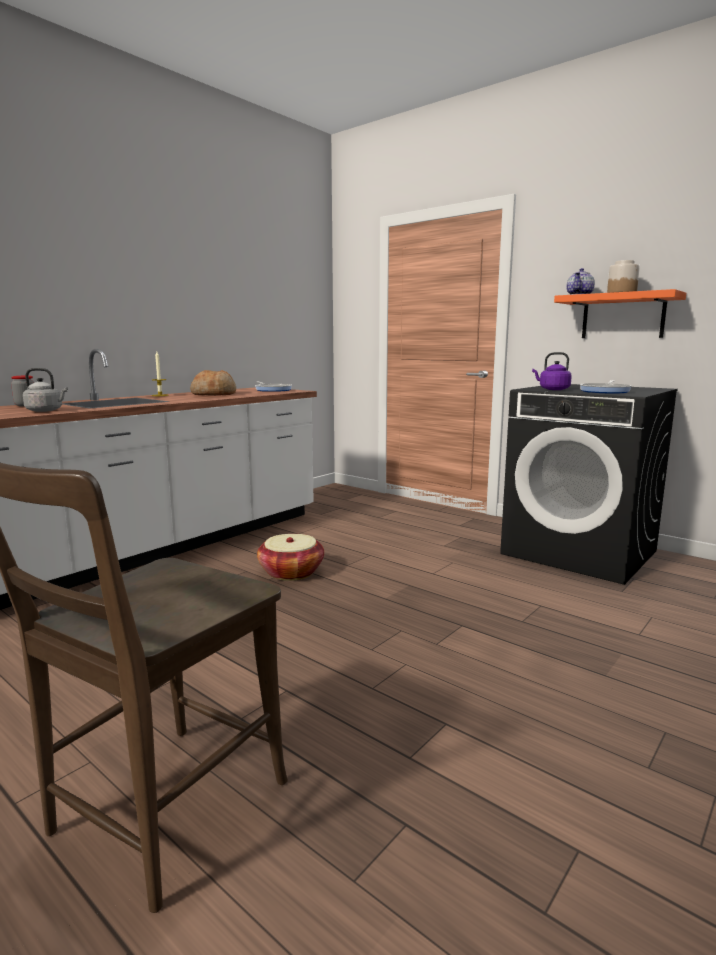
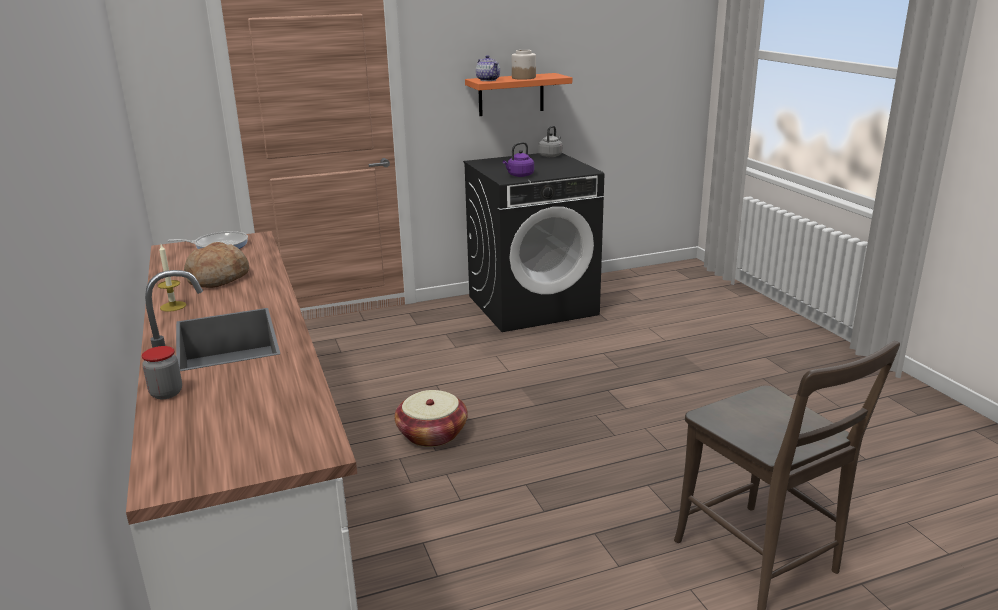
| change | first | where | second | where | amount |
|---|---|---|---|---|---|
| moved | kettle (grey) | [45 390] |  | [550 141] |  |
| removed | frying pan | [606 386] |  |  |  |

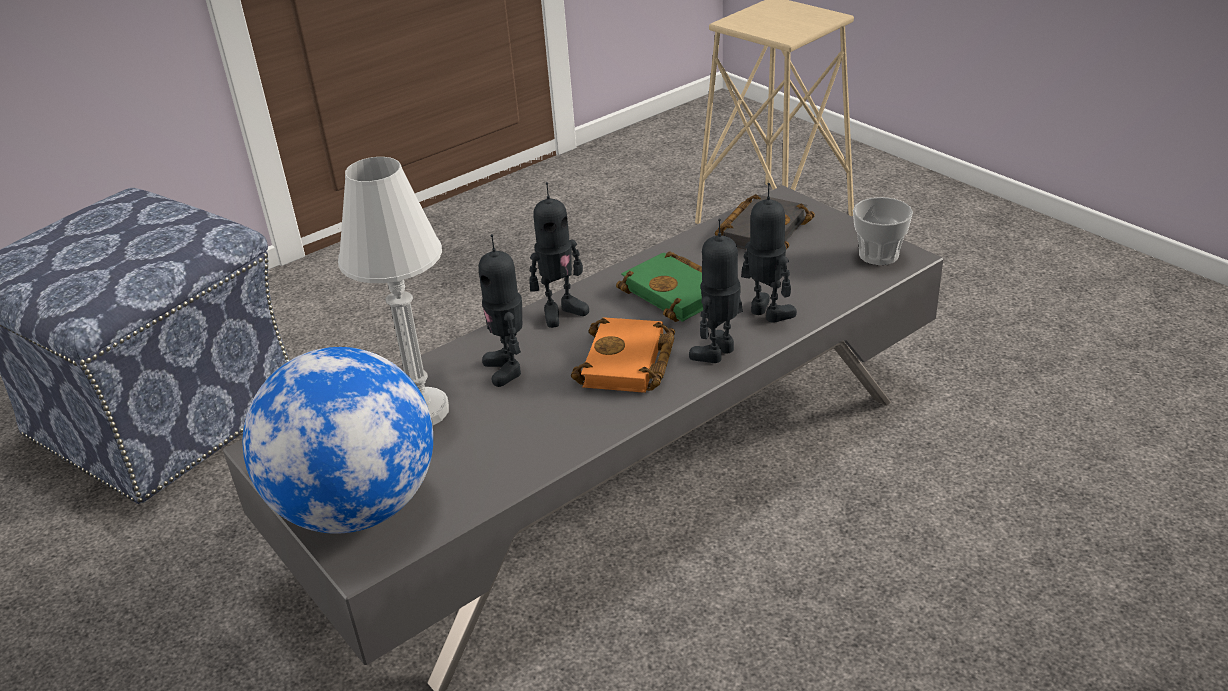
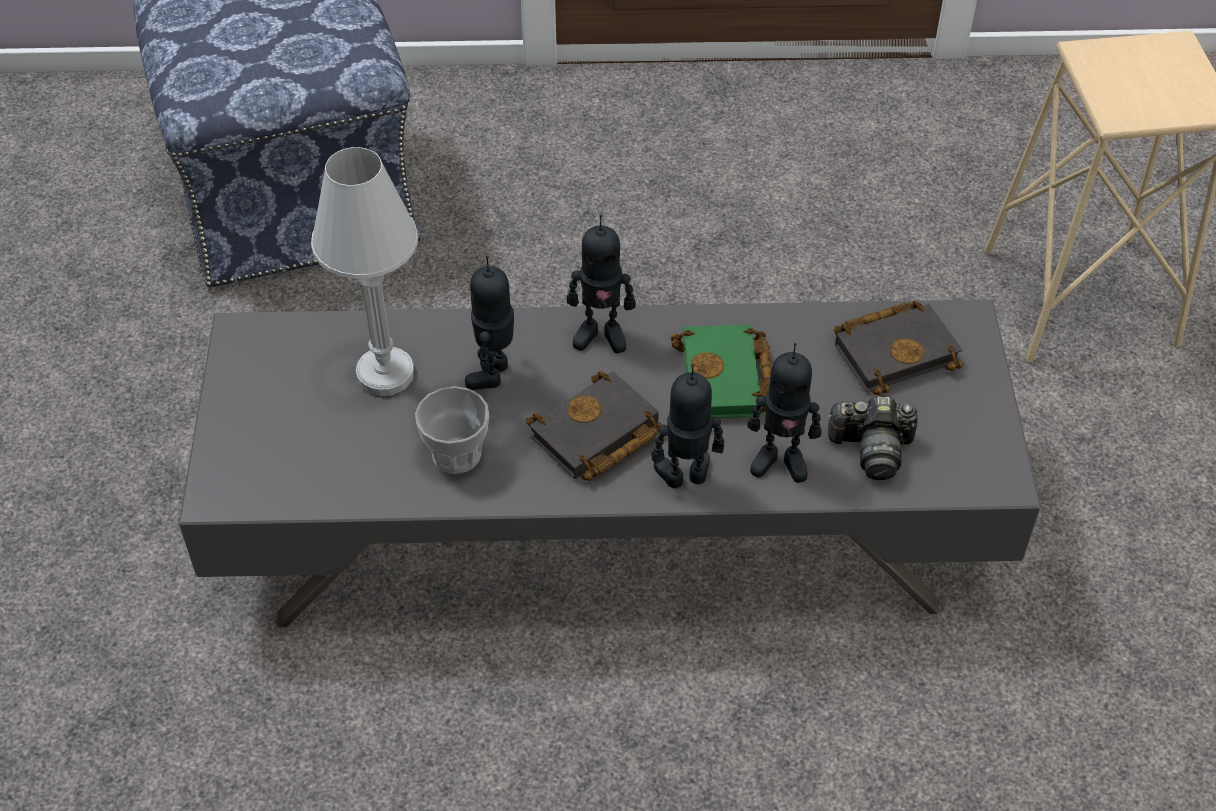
| change | first | where | second | where | amount |
|---|---|---|---|---|---|
| moved | cup | [883 231] |  | [452 430] |  |
| recoloured | book (orange) | [623 355] | book (black) | [594 426] |  |
| turned | toy robot | [769 253] |  | [784 413] | 105 degrees clockwise |
| added |  |  | photo camera | [872 438] |  |
| removed | globe | [338 440] |  |  |  |

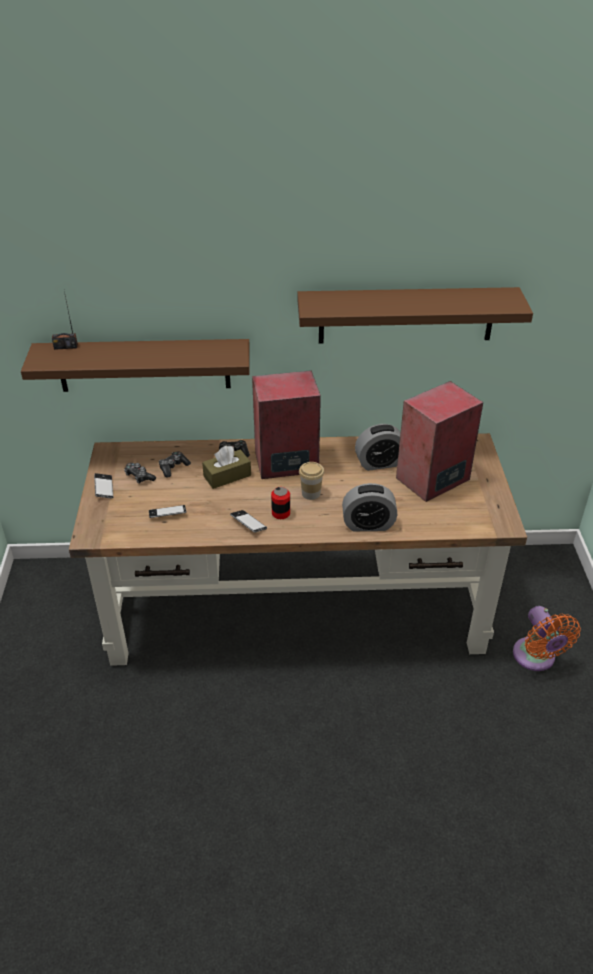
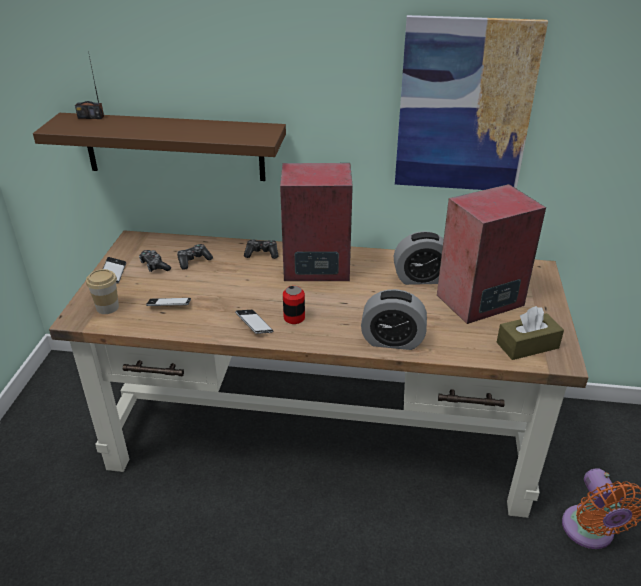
| change | first | where | second | where | amount |
|---|---|---|---|---|---|
| moved | cup | [311 481] |  | [102 291] |  |
| replaced | shelf (brown) | [415 315] | picture | [471 102] |  |
| moved | tissue box (brown) | [226 467] |  | [530 333] |  |

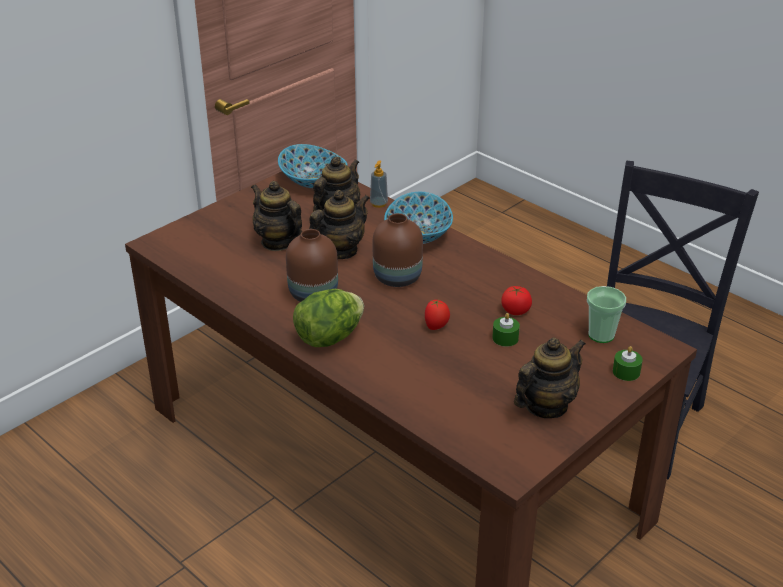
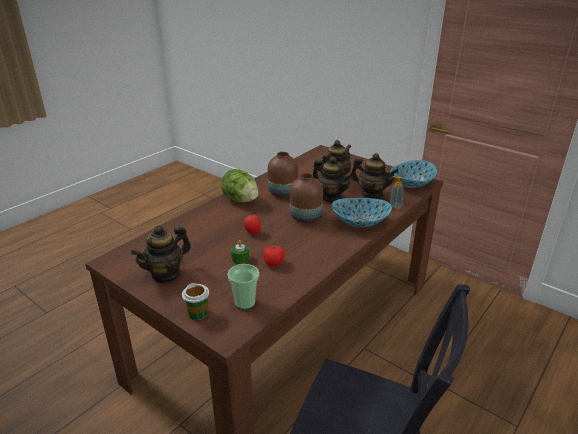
| change | first | where | second | where | amount |
|---|---|---|---|---|---|
| turned | teapot | [550 378] |  | [161 254] | 90 degrees clockwise |
| replaced | candle (green) | [628 363] | cup | [195 301] |  |

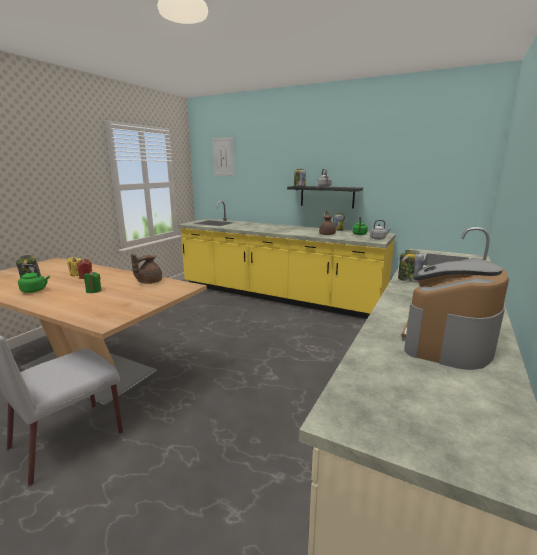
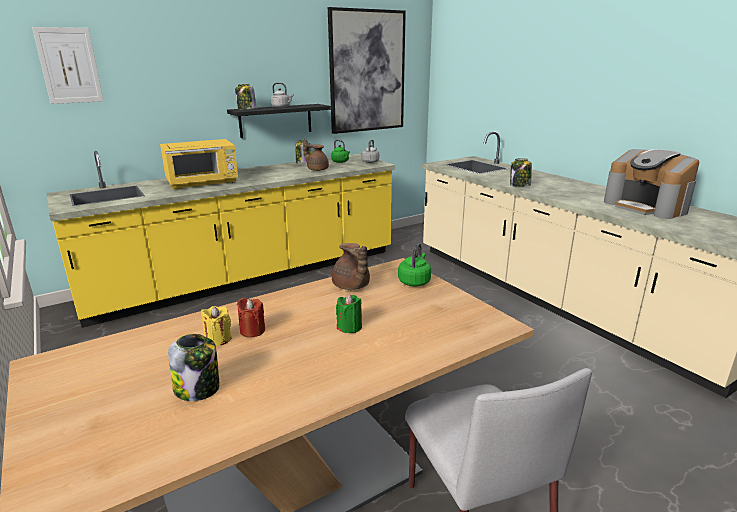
| change | first | where | second | where | amount |
|---|---|---|---|---|---|
| added |  |  | microwave (yellow) | [199 164] |  |
| added |  |  | picture | [367 70] |  |
| moved | kettle (green) | [34 278] |  | [414 264] |  |

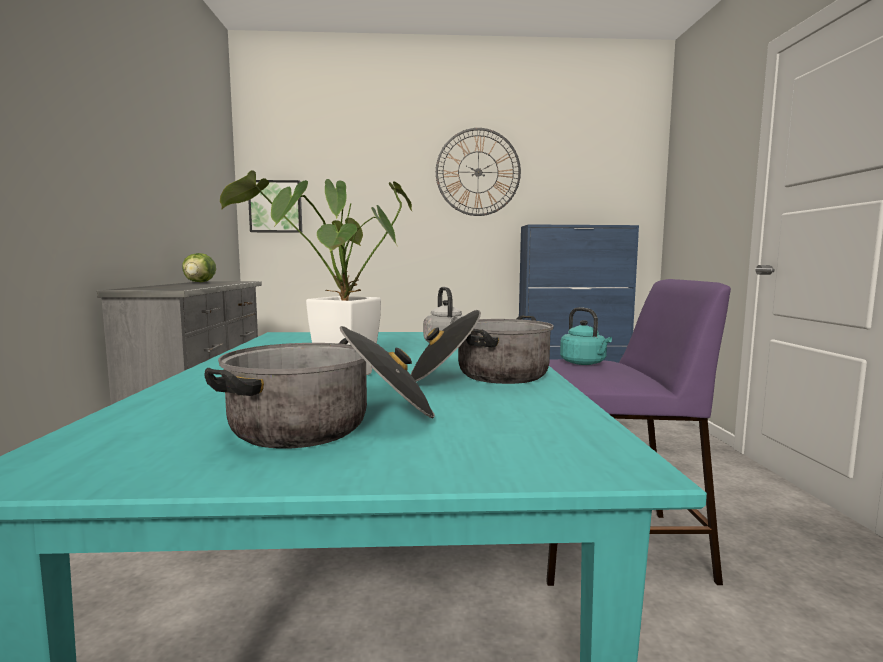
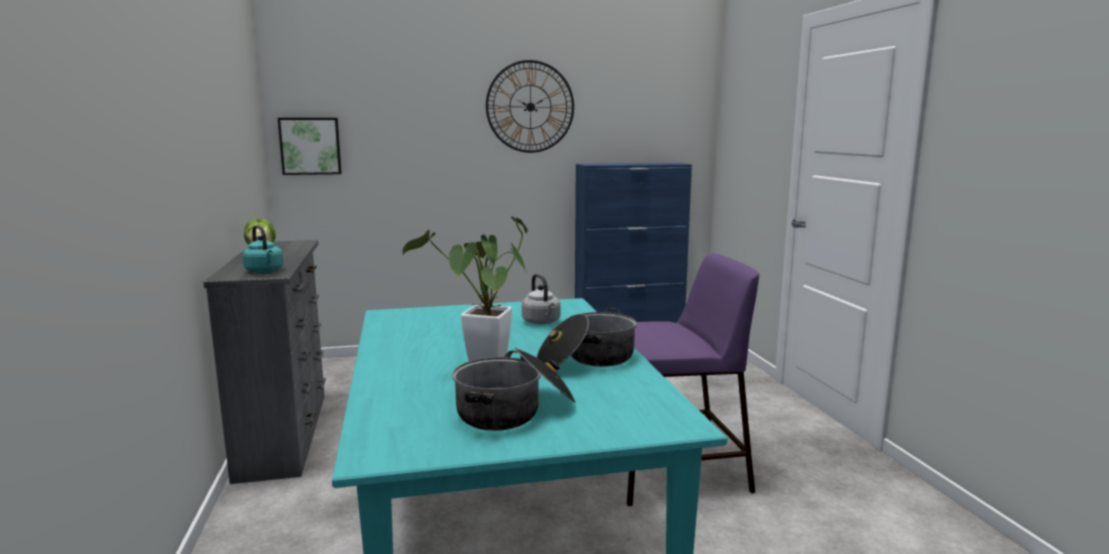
| change | first | where | second | where | amount |
|---|---|---|---|---|---|
| moved | kettle (turquoise) | [586 336] |  | [262 249] |  |

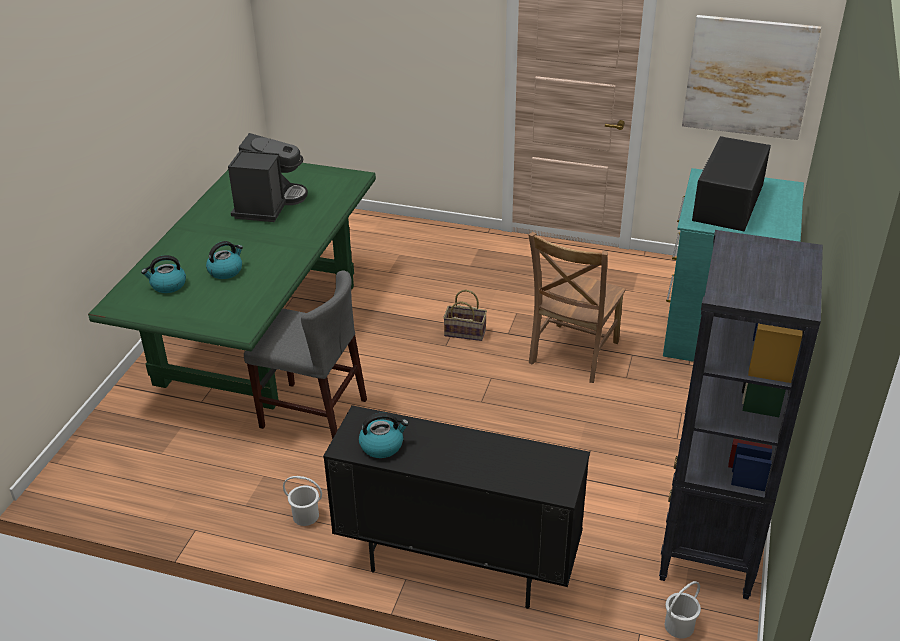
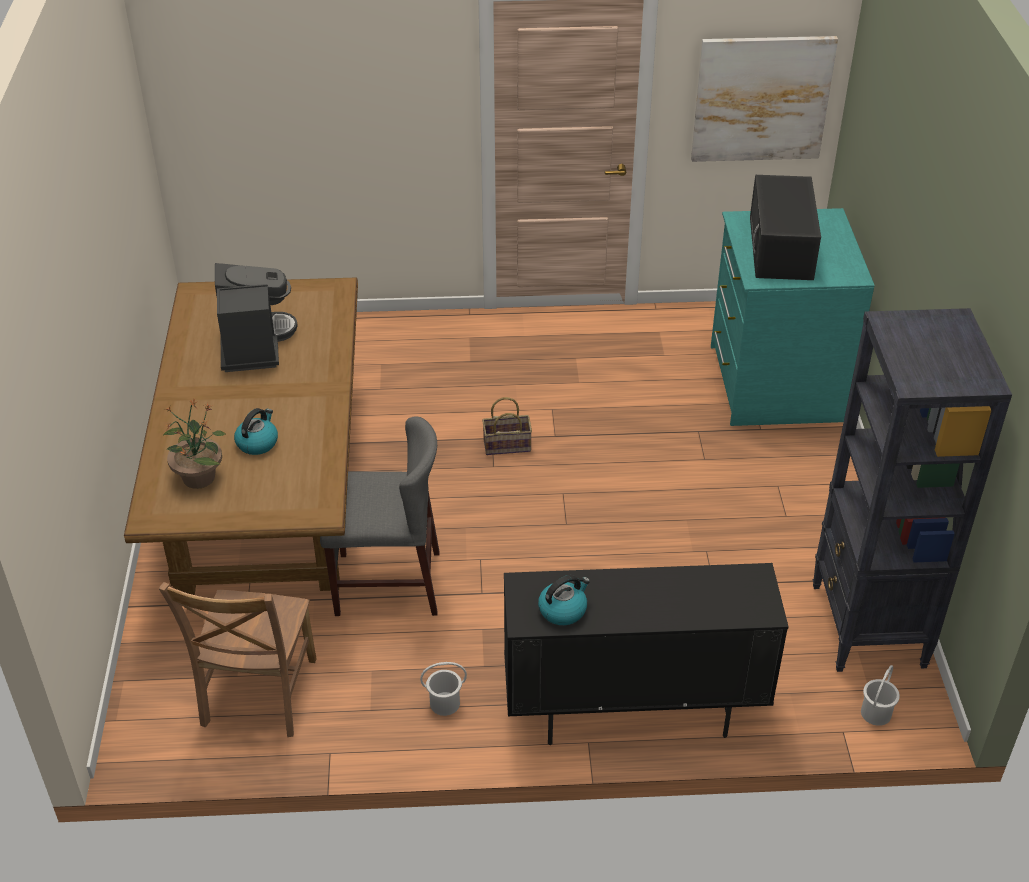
| change | first | where | second | where | amount |
|---|---|---|---|---|---|
| recoloured | dining table (green) | [232 286] | dining table (brown) | [241 436] |  |
| moved | chair (brown) | [577 307] |  | [237 659] |  |
| replaced | kettle | [163 274] | potted plant | [194 444] |  |

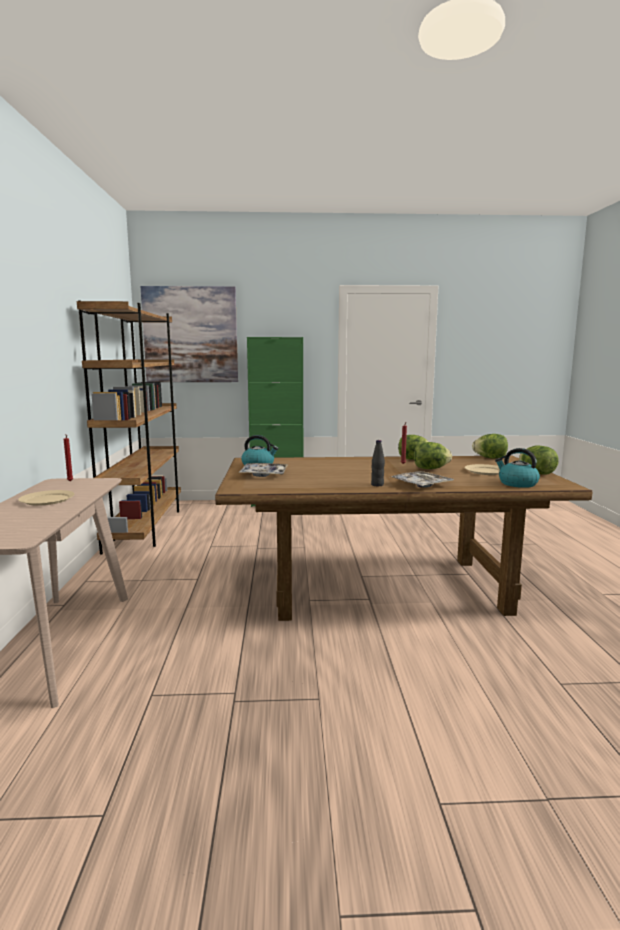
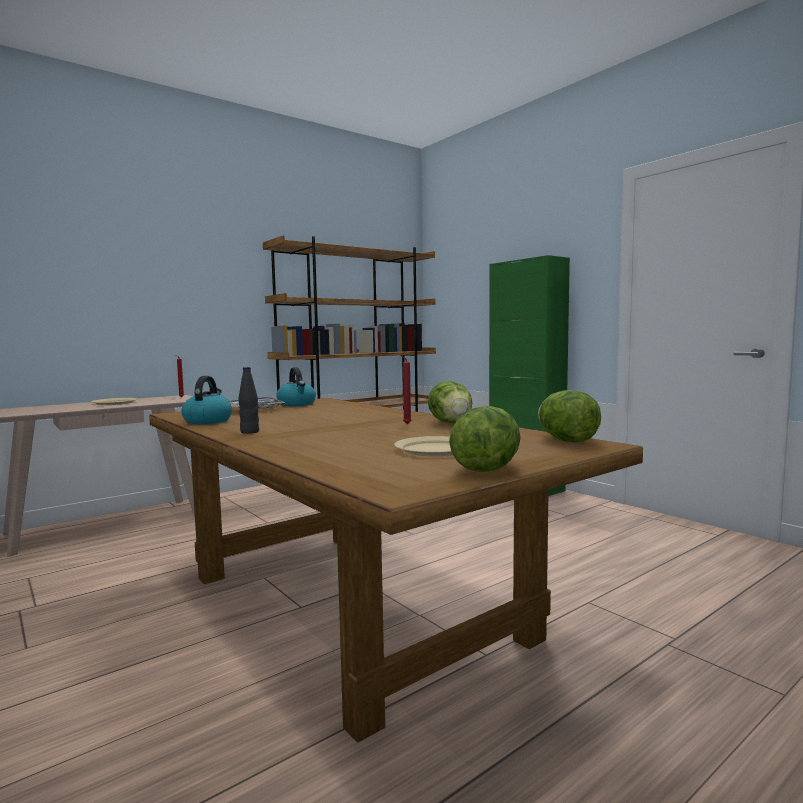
| change | first | where | second | where | amount |
|---|---|---|---|---|---|
| moved | kettle | [517 468] |  | [206 400] |  |
| removed | picture | [189 334] |  |  |  |
| removed | tray | [422 479] |  |  |  |
| removed | lettuce | [433 455] |  |  |  |

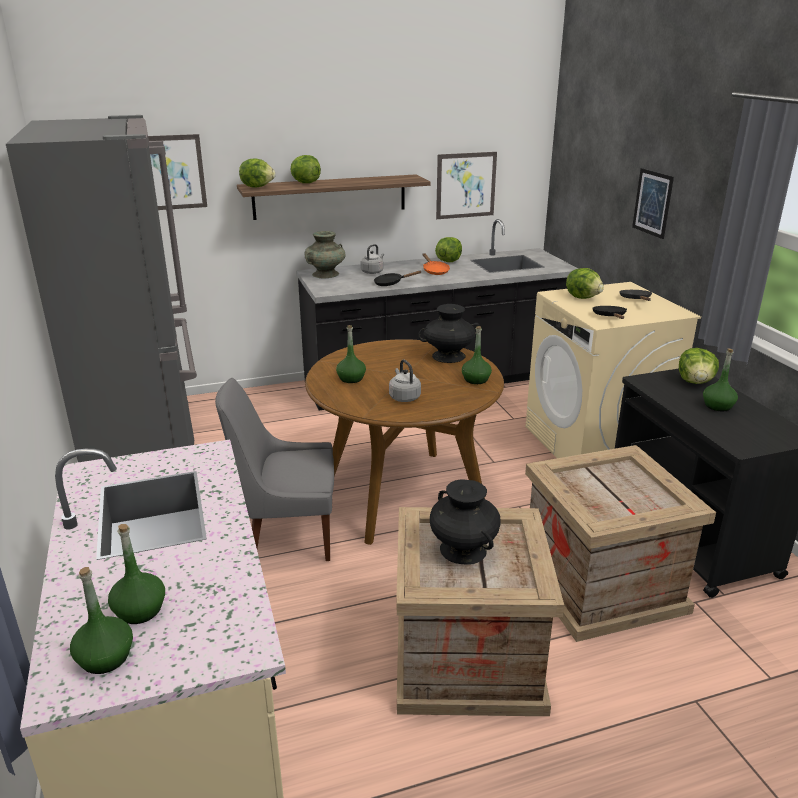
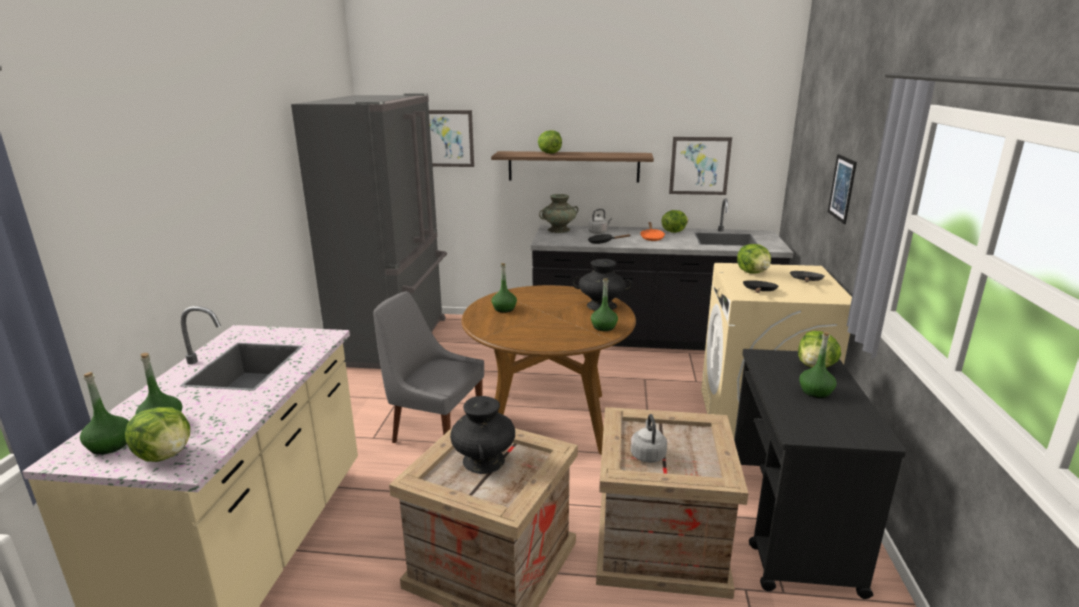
| change | first | where | second | where | amount |
|---|---|---|---|---|---|
| moved | lettuce | [257 173] |  | [157 434] |  |
| moved | kettle (grey) | [405 381] |  | [648 438] |  |

